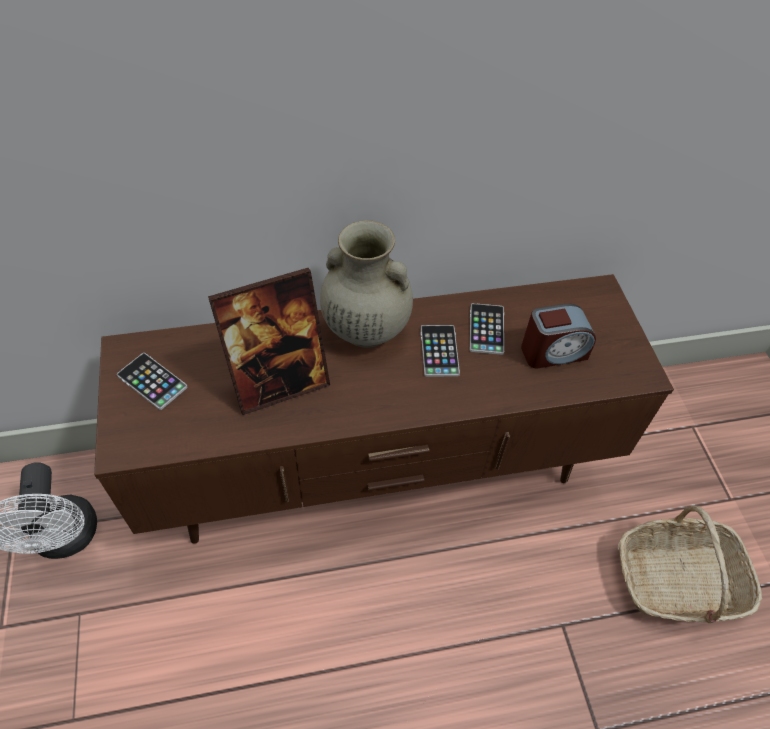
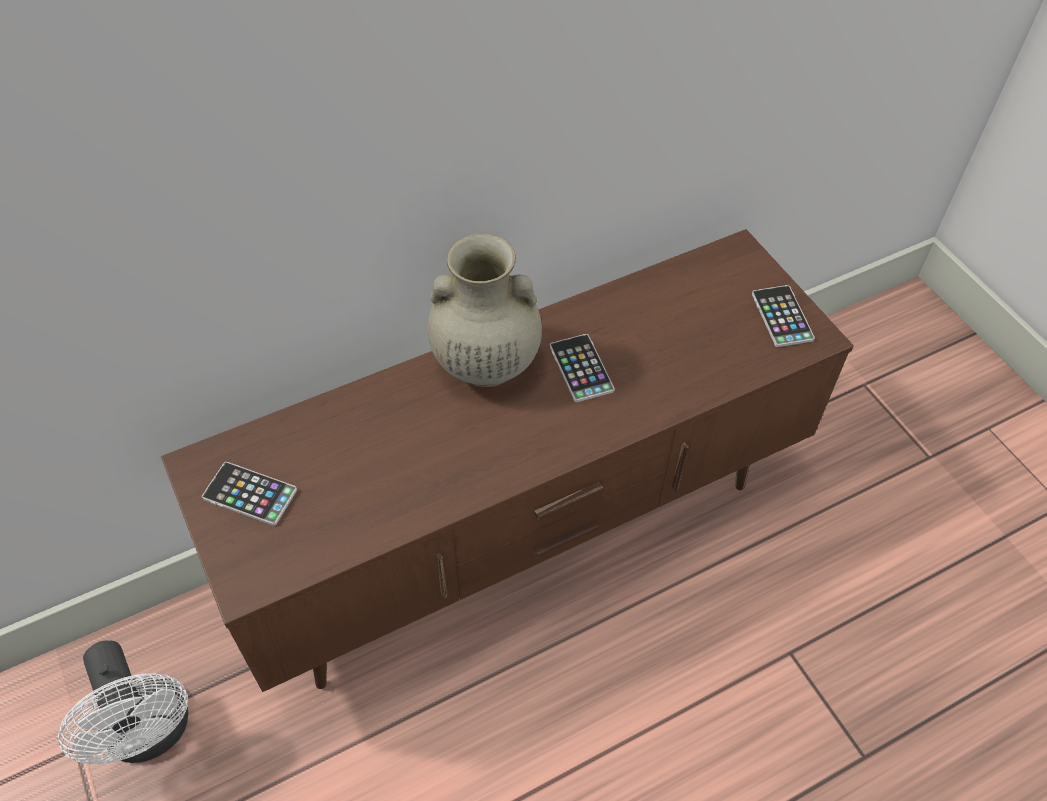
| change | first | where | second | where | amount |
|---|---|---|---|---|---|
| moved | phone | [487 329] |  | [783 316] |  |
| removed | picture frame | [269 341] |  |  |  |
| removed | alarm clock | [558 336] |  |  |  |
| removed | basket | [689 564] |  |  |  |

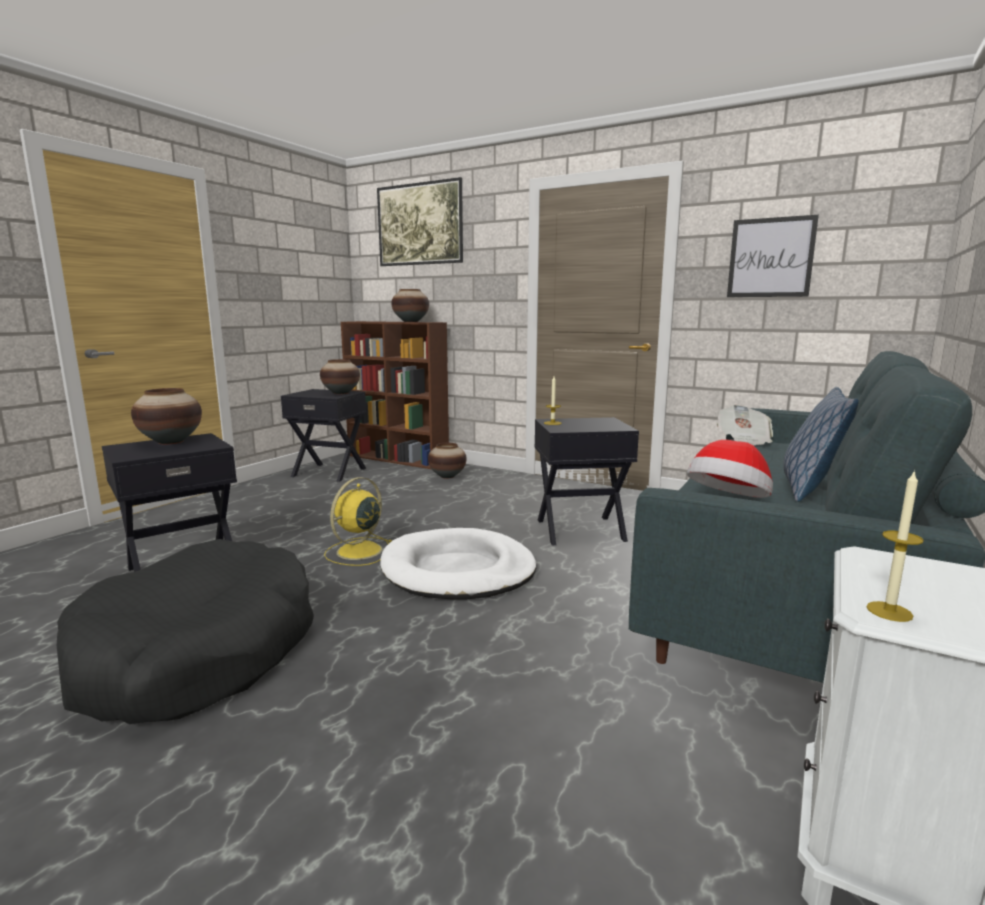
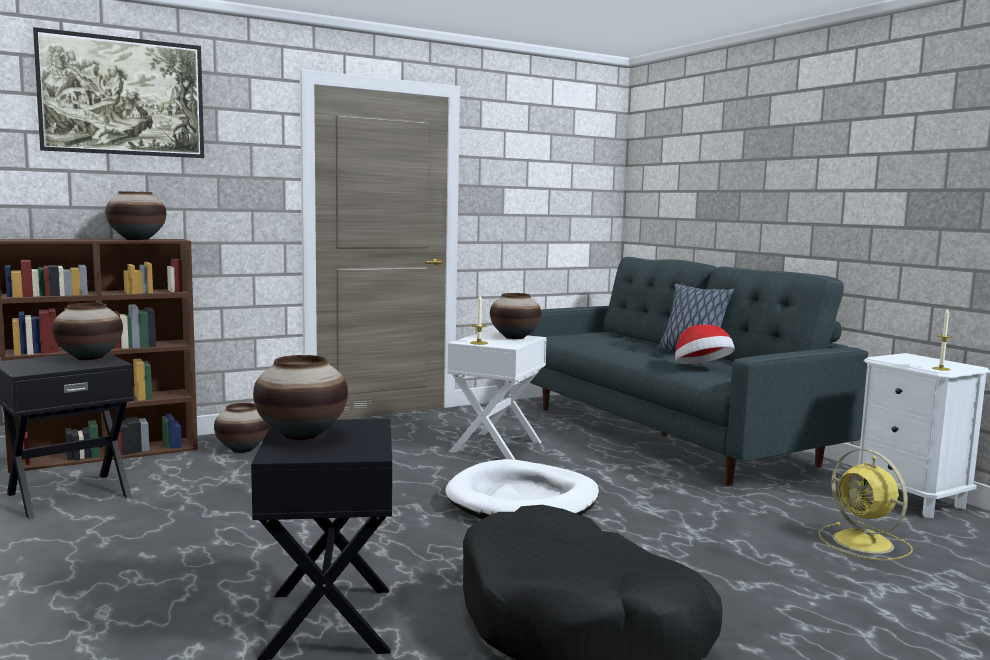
| change | first | where | second | where | amount |
|---|---|---|---|---|---|
| recoloured | side table (black) | [586 481] | side table (white) | [497 396] |  |
| added |  |  | vase | [515 316] |  |
| moved | fan (yellow) | [358 521] |  | [865 504] |  |
| removed | newspaper | [744 425] |  |  |  |
| removed | picture | [773 256] |  |  |  |

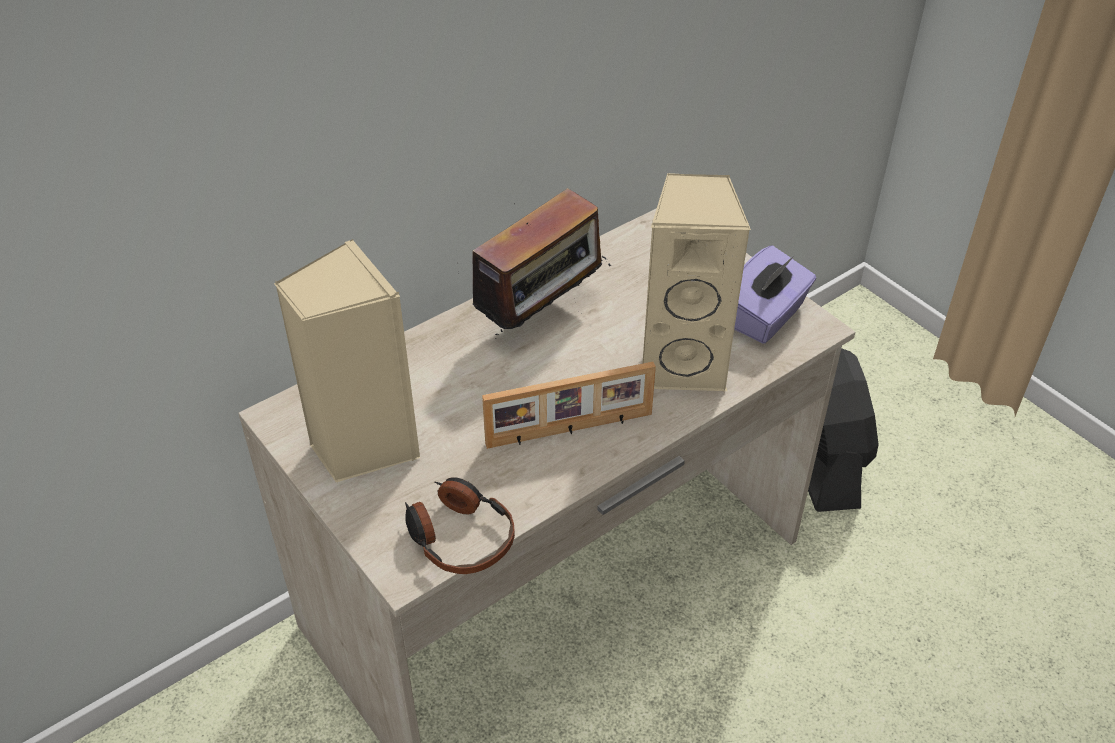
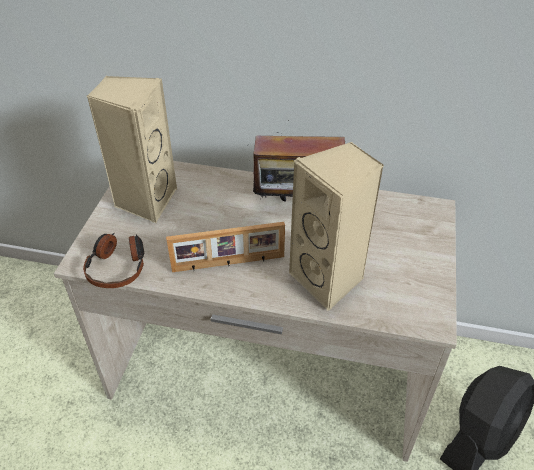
| change | first | where | second | where | amount |
|---|---|---|---|---|---|
| turned | picture frame | [569 405] |  | [225 247] | 45 degrees counterclockwise |
| removed | tissue box (purple) | [775 294] |  |  |  |

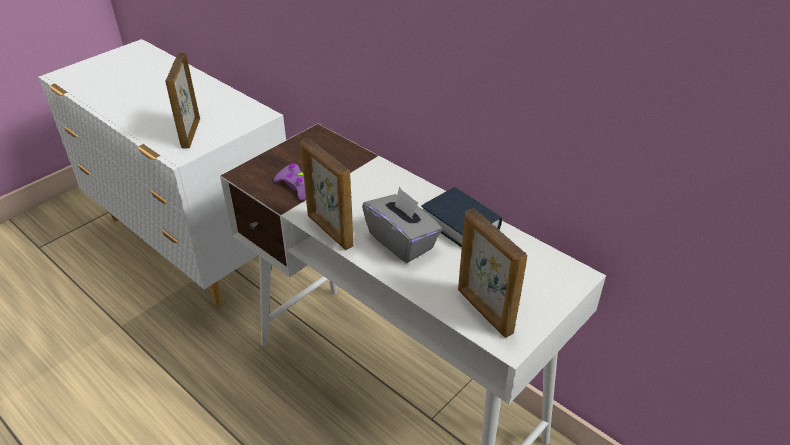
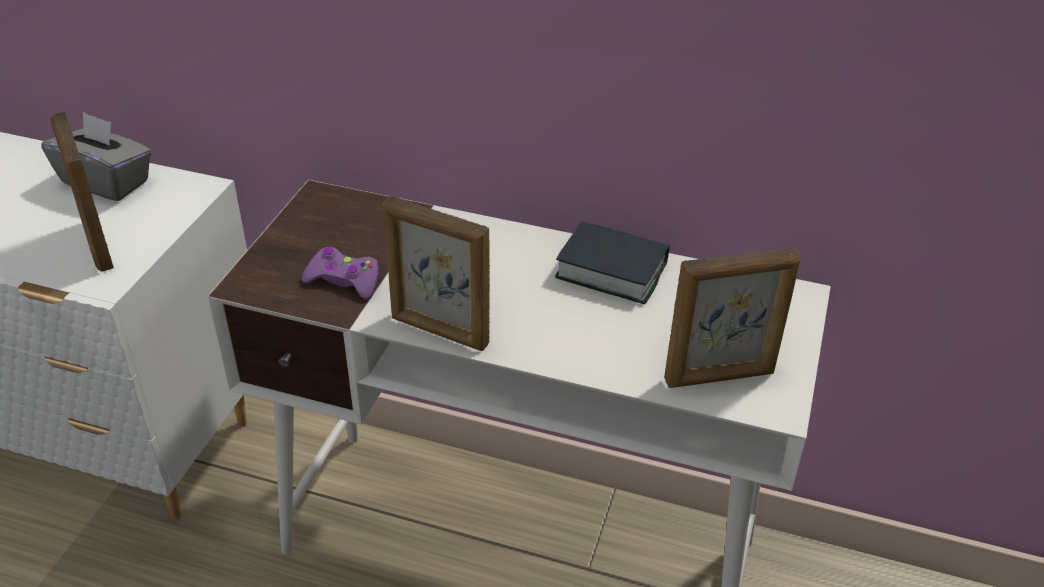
| change | first | where | second | where | amount |
|---|---|---|---|---|---|
| moved | tissue box (grey) | [402 225] |  | [97 156] |  |
| turned | picture frame | [492 273] |  | [732 318] | 45 degrees counterclockwise |

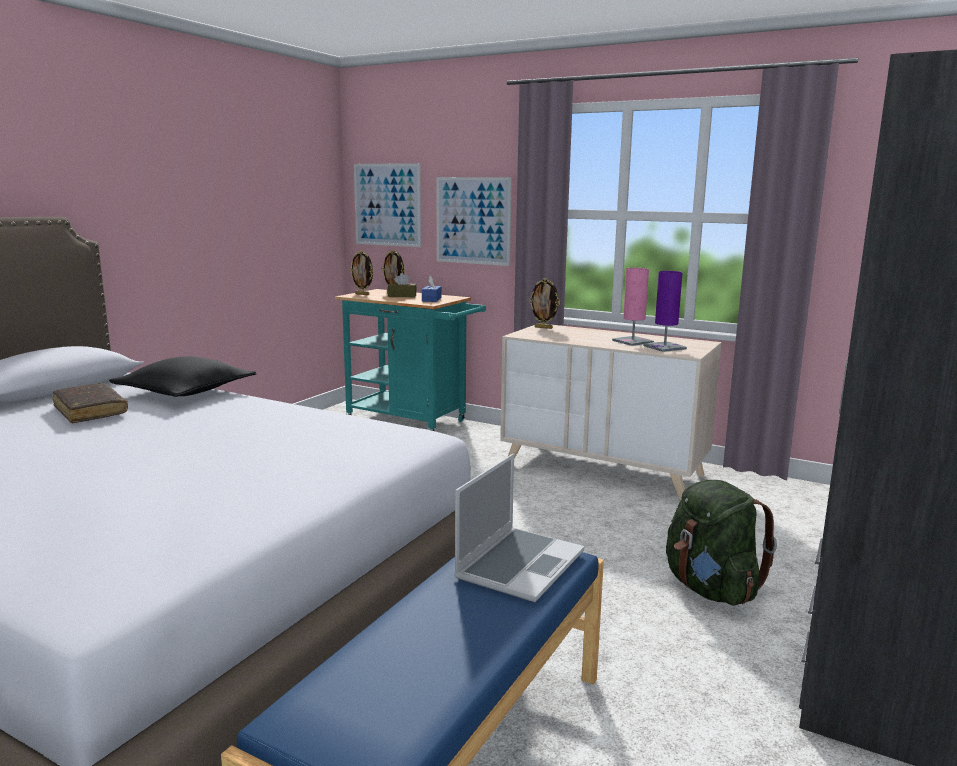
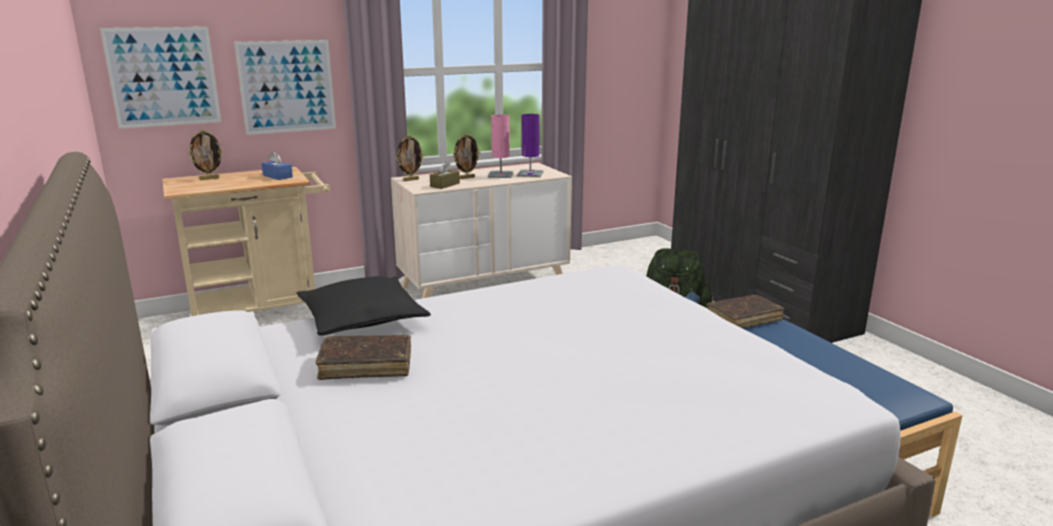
| change | first | where | second | where | amount |
|---|---|---|---|---|---|
| recoloured | cart (turquoise) | [410 360] | cart (beige) | [246 242] |  |
| moved | tissue box (brown) | [402 285] |  | [445 175] |  |
| moved | picture frame | [361 272] |  | [466 156] |  |
| replaced | laptop | [519 528] | book (brown) | [745 312] |  |

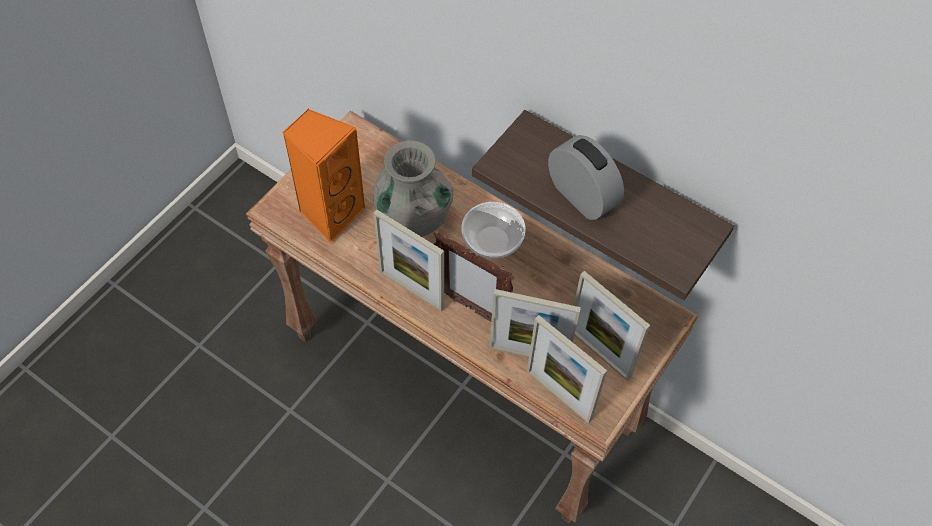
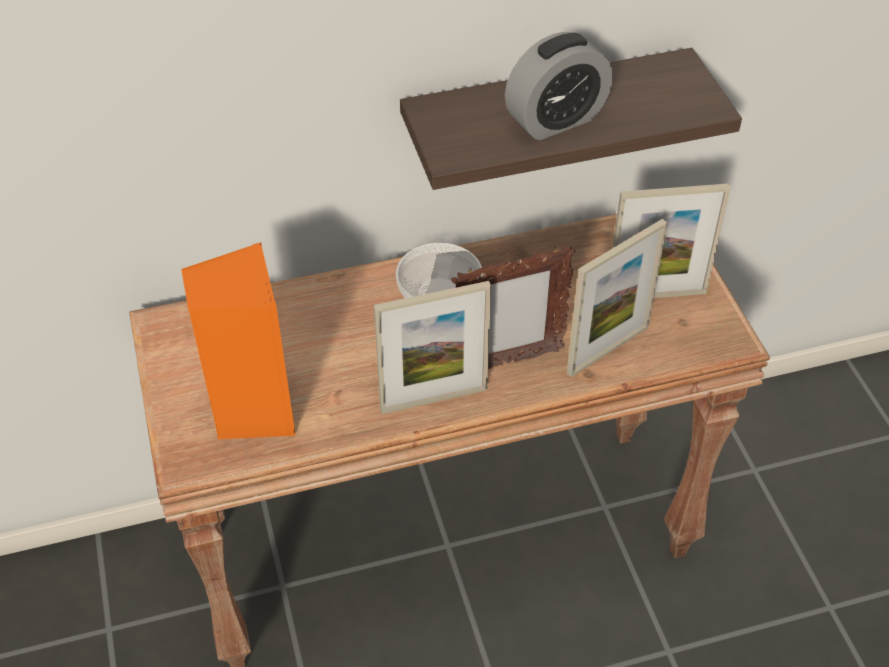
| change | first | where | second | where | amount |
|---|---|---|---|---|---|
| turned | alarm clock | [586 177] |  | [559 86] | 150 degrees clockwise |
| removed | vase (grey) | [413 189] |  |  |  |
| removed | picture frame | [567 369] |  |  |  |

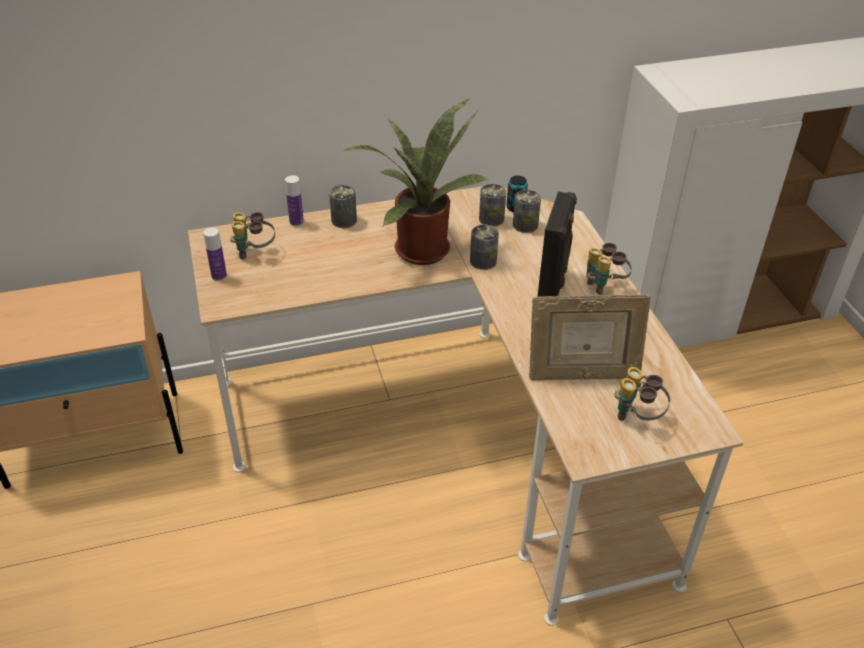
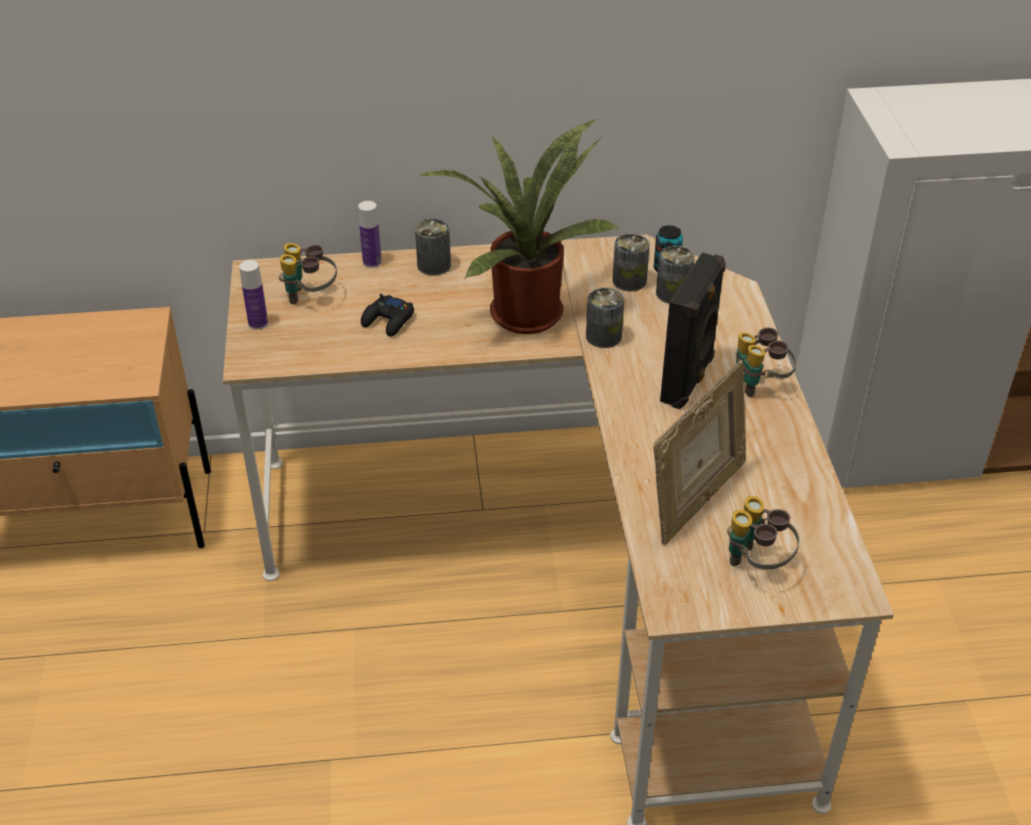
| change | first | where | second | where | amount |
|---|---|---|---|---|---|
| added |  |  | game controller (black) | [387 315] |  |
| turned | picture frame | [590 337] |  | [699 452] | 60 degrees counterclockwise |

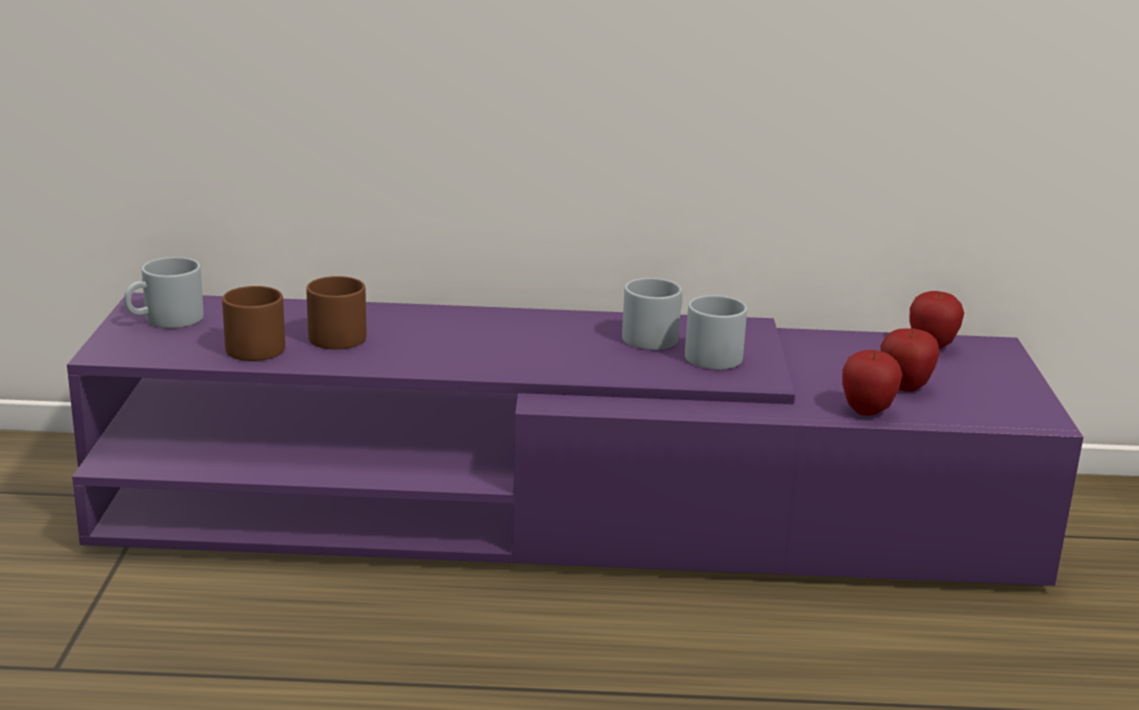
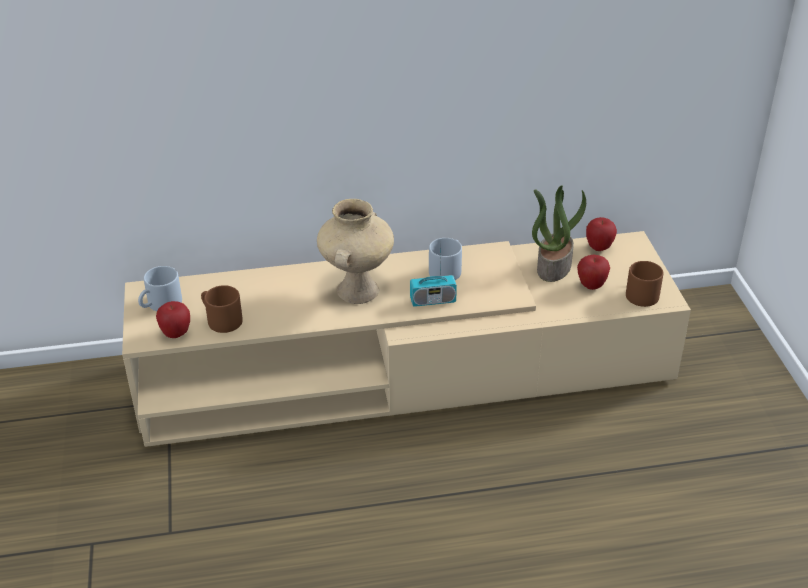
| change | first | where | second | where | amount |
|---|---|---|---|---|---|
| recoloured | tv stand (purple) | [575 439] | tv stand (beige) | [406 339] |  |
| moved | apple | [872 383] |  | [173 319] |  |
| added |  |  | vase (beige) | [355 251] |  |
| added |  |  | radio | [433 280] |  |
| added |  |  | potted plant | [559 234] |  |
| moved | mug (brown) | [336 312] |  | [644 284] |  |
| removed | mug (grey) | [716 332] |  |  |  |

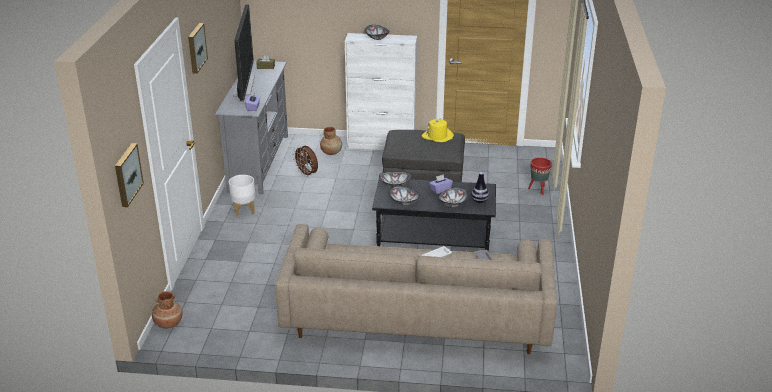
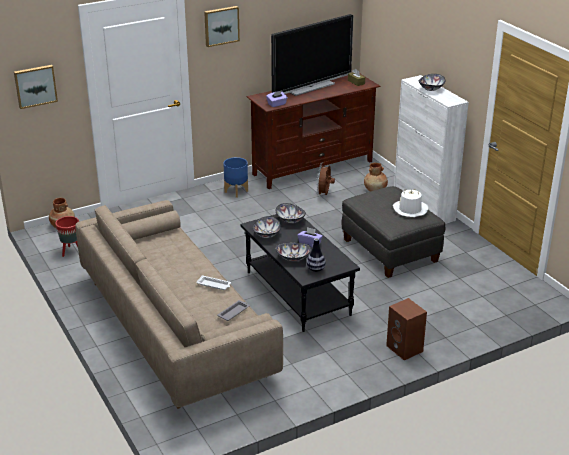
| change | first | where | second | where | amount |
|---|---|---|---|---|---|
| moved | planter (red) | [540 176] |  | [67 236] |  |
| recoloured | planter (white) | [242 195] | planter (blue) | [235 177] |  |
| recoloured | tv stand (grey) | [251 128] | tv stand (brown) | [313 131] |  |
| added |  |  | speaker (brown) | [406 329] |  |
| recoloured | hat (yellow) | [438 130] | hat (white) | [410 203] |  |

